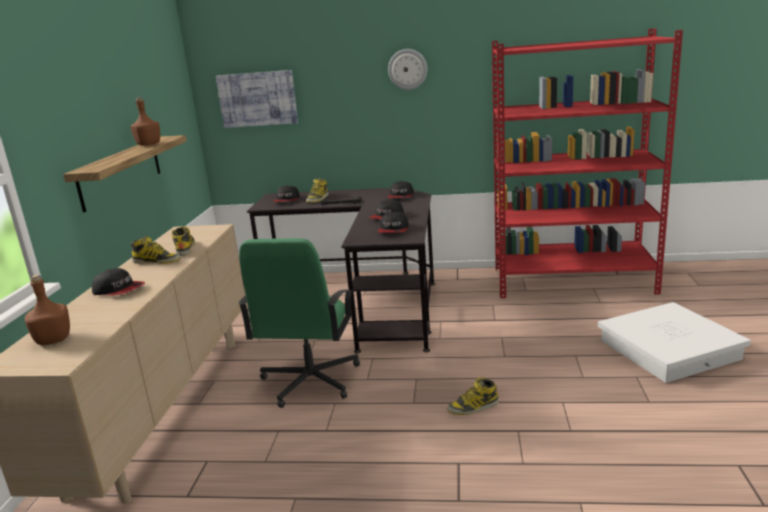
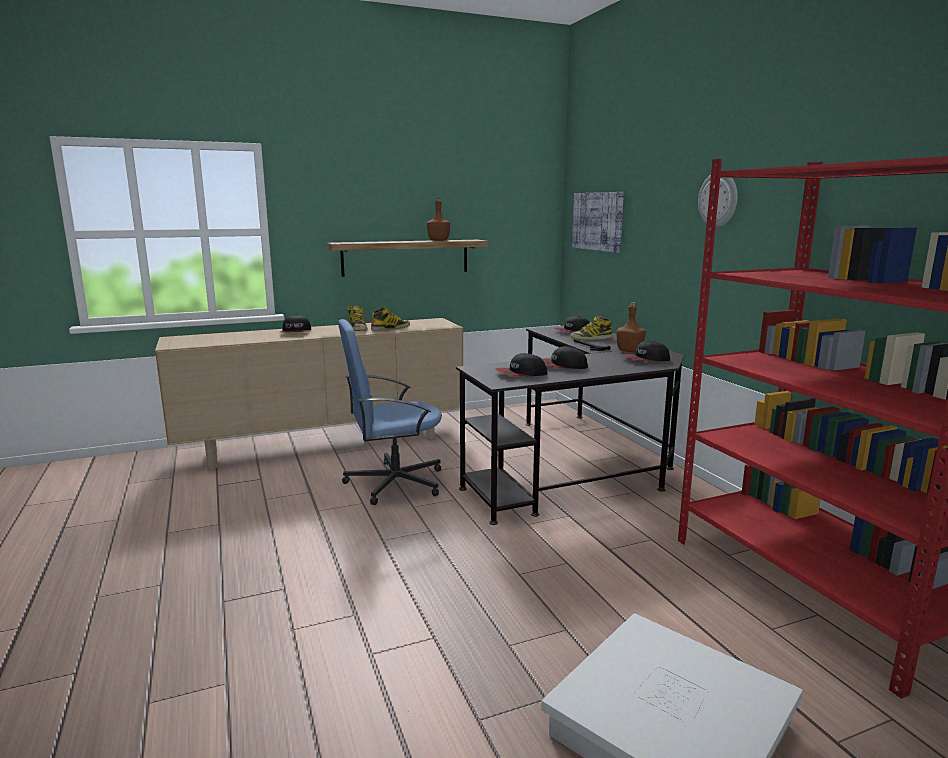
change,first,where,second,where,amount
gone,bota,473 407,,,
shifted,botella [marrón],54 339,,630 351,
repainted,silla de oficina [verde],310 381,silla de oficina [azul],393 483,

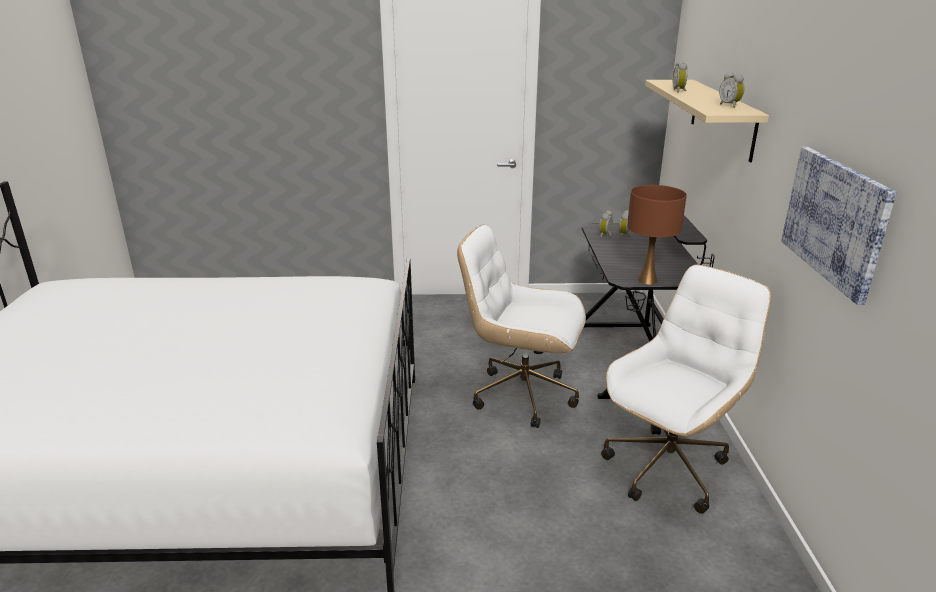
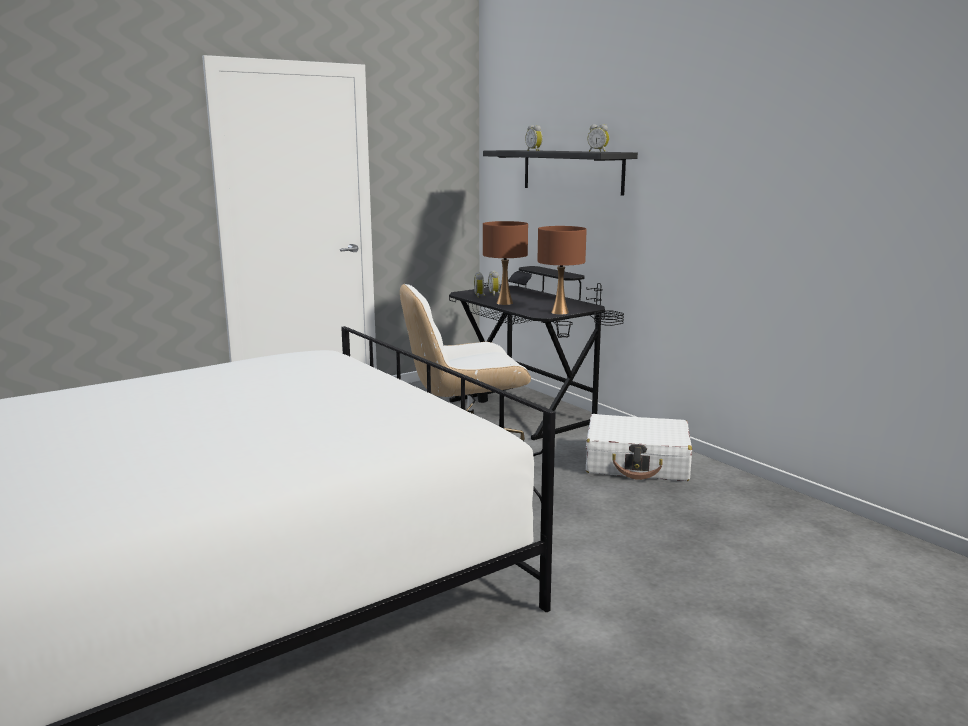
change,first,where,second,where,amount
gone,cuadro,835 220,,,
new,,,lámpara de mesa [marrón],504 303,
swapped,silla de oficina [blanco],669 467,maleta [blanco],637 463,
repainted,estante [beis],722 118,estante [negro],572 171,

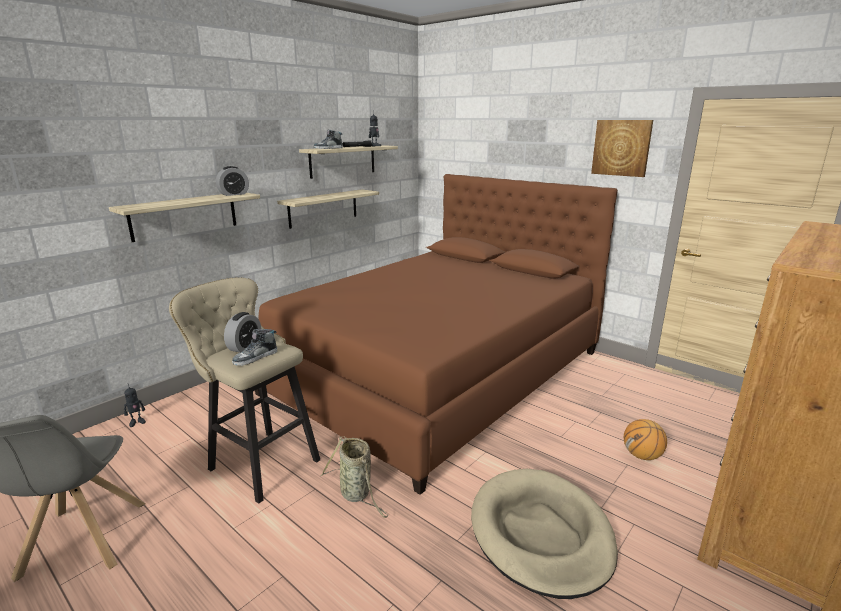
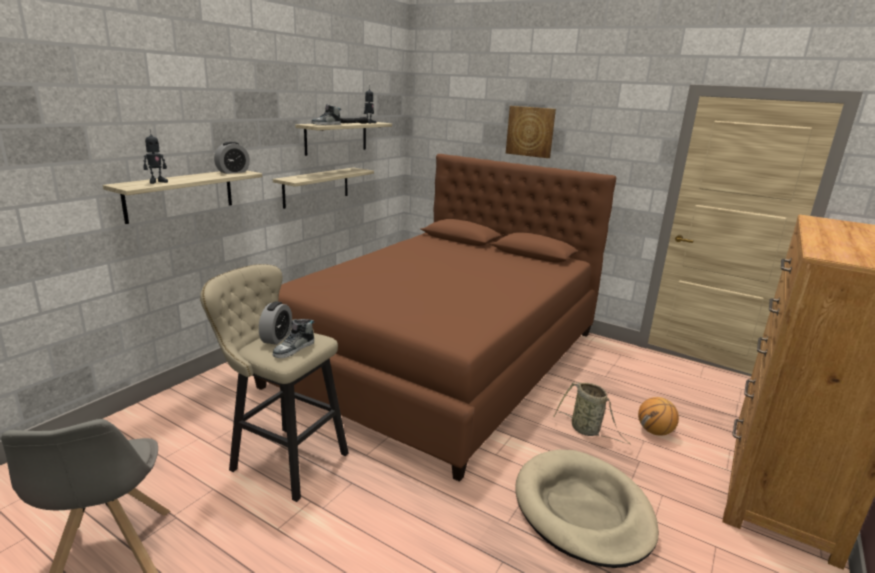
change,first,where,second,where,amount
shifted,robot de juguete,137 422,,157 182,
shifted,cesta,357 494,,587 430,
shifted,cuadro,621 148,,530 131,

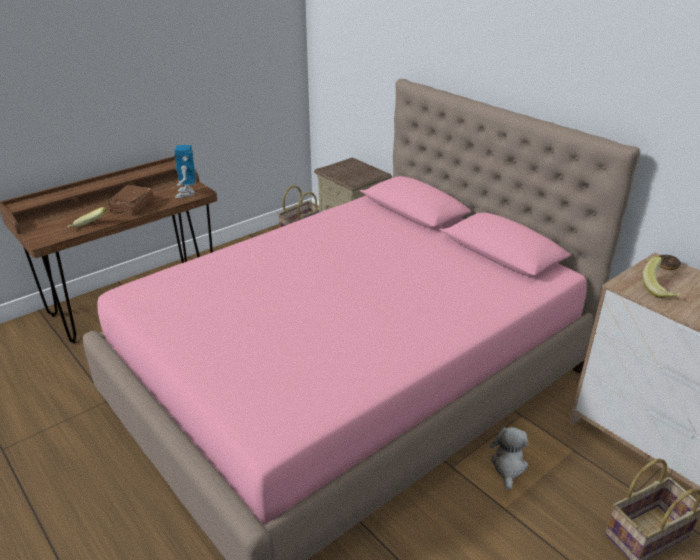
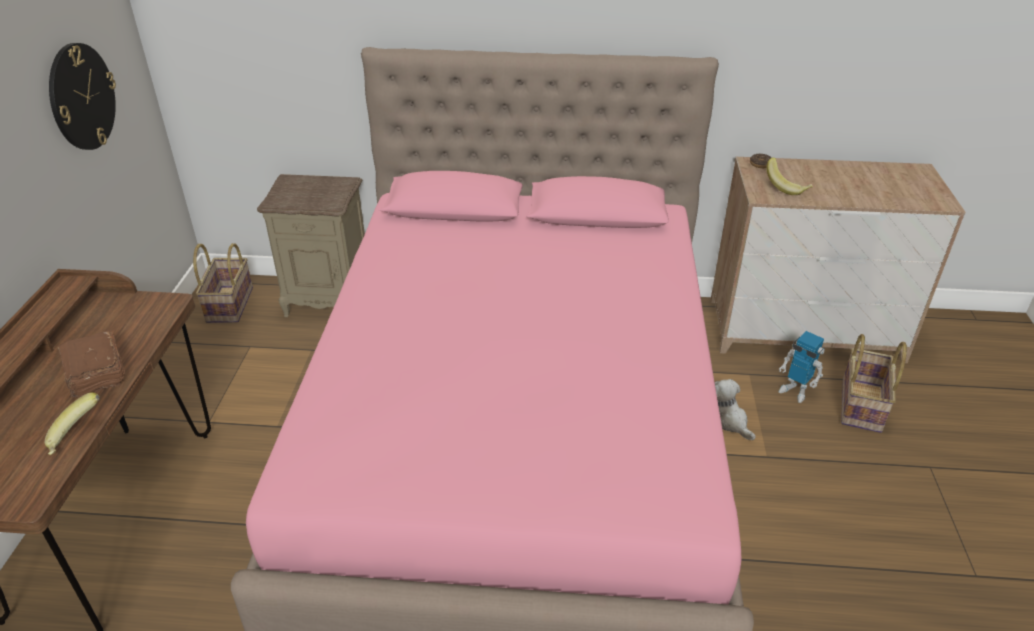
change,first,where,second,where,amount
new,,,reloj de pared,82 97,
shifted,robot de juguete,187 193,,795 390,

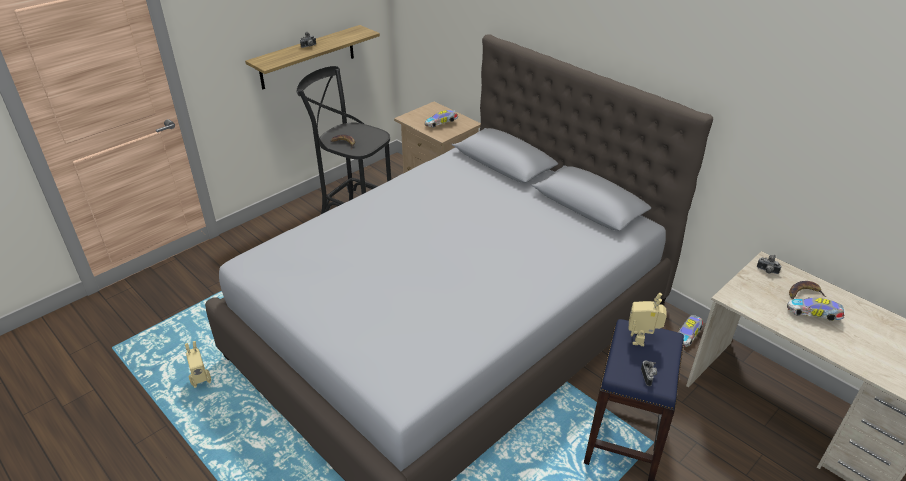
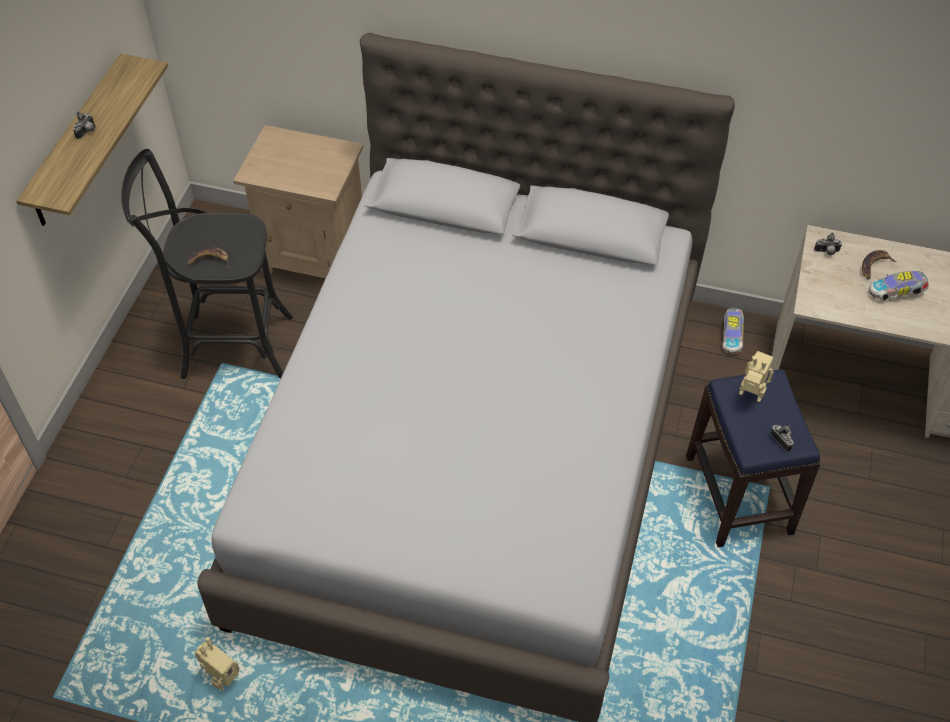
change,first,where,second,where,amount
gone,coche de juguete,441 124,,,
rotated,robot de juguete,642 339,,750 396,135 degrees clockwise

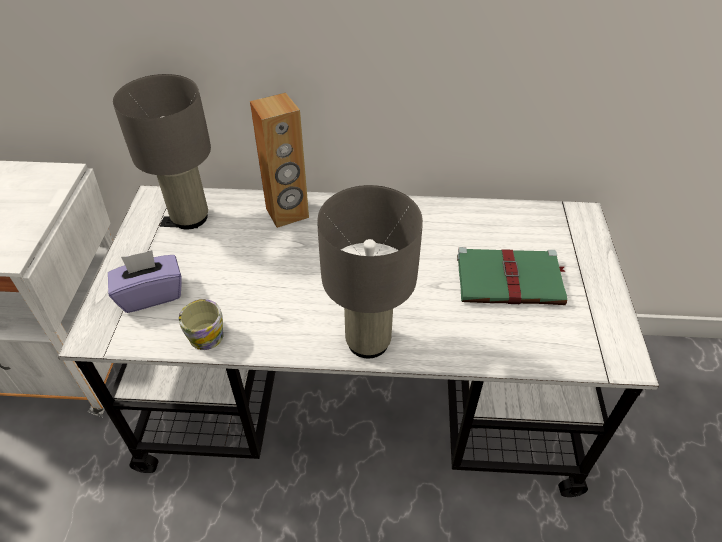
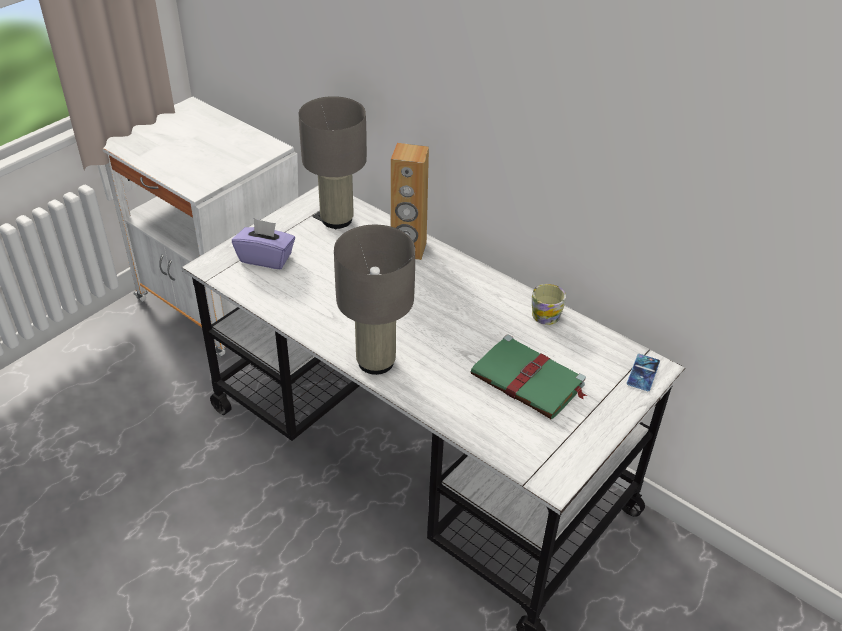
change,first,where,second,where,amount
new,,,móvil,643 373,
shifted,taza grande,206 332,,547 313,

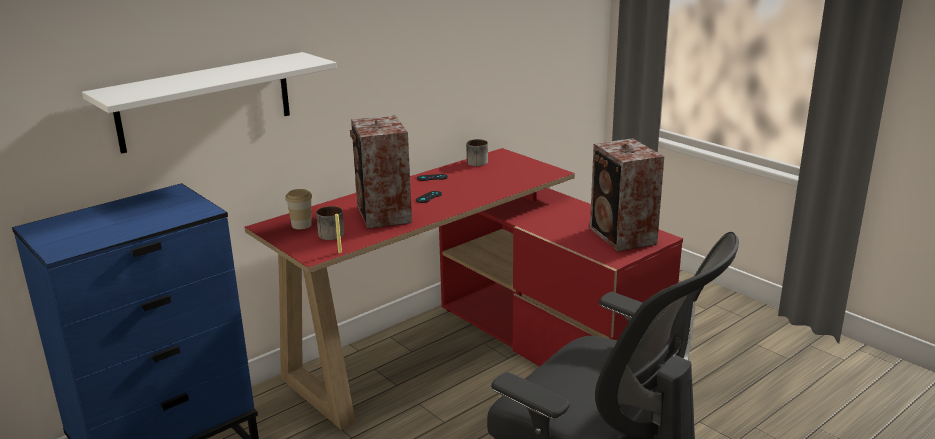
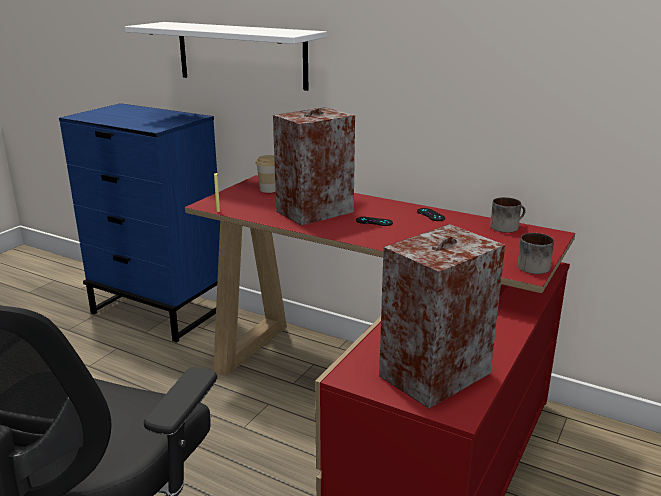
change,first,where,second,where,amount
shifted,taza grande,329 233,,534 265,

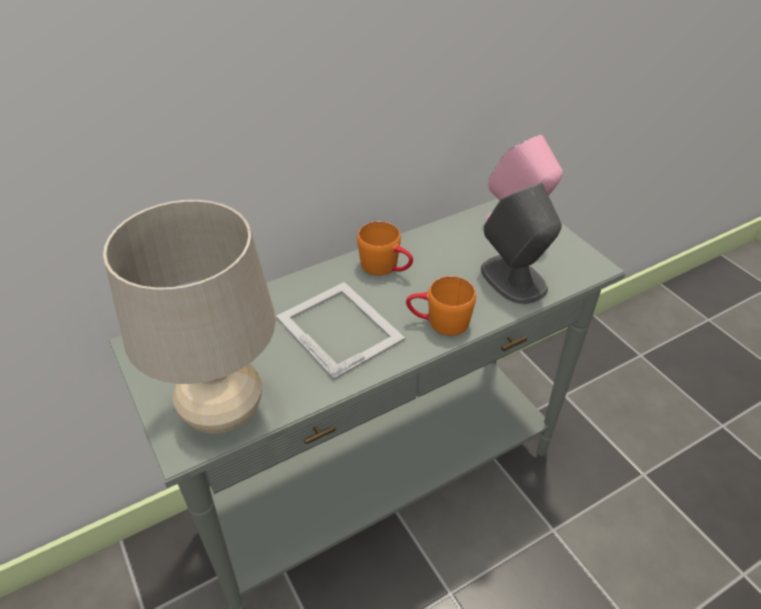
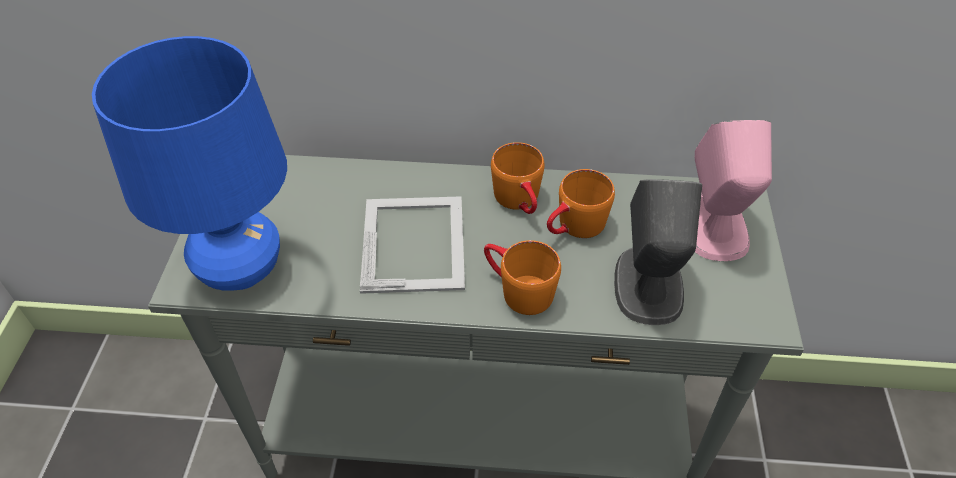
change,first,where,second,where,amount
new,,,taza grande [naranja],574 228,
repainted,lámpara de mesa [beis],223 413,lámpara de mesa [azul],241 271,

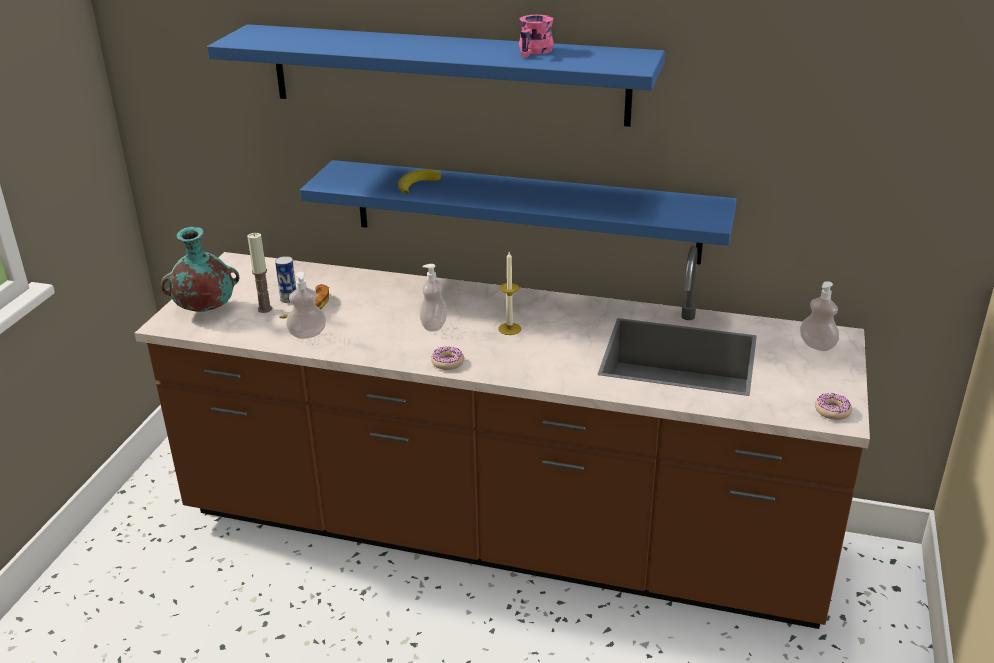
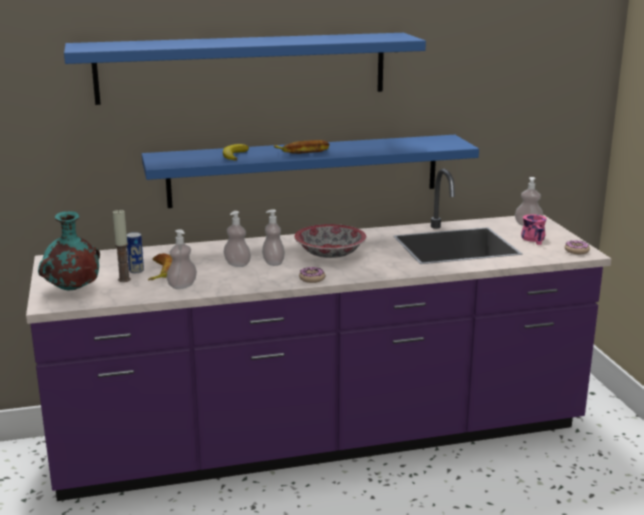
change,first,where,second,where,amount
new,,,dispensador de jabón,237 264,
new,,,plátano,303 151,
shifted,taza grande [rosa],536 51,,535 239,
swapped,vela,509 329,cuenco,329 254,
repainted,mueble bajo de cocina [marrón],500 534,mueble bajo de cocina [morado],321 440,

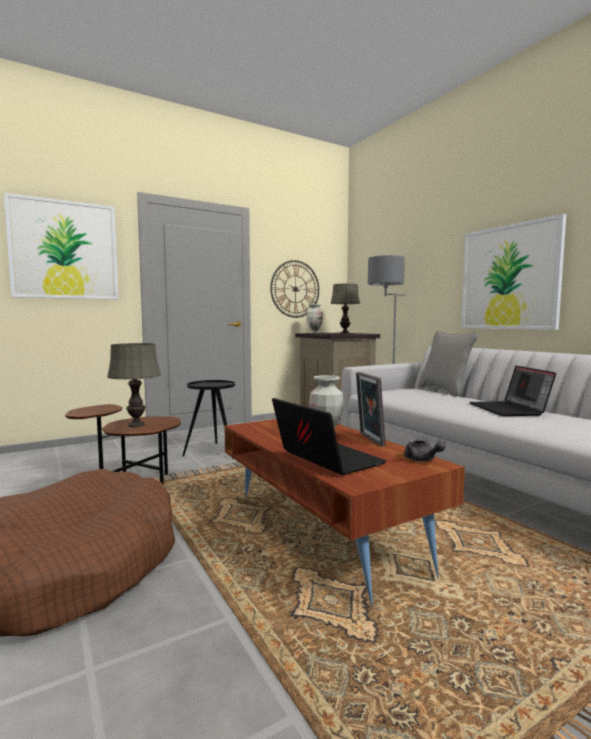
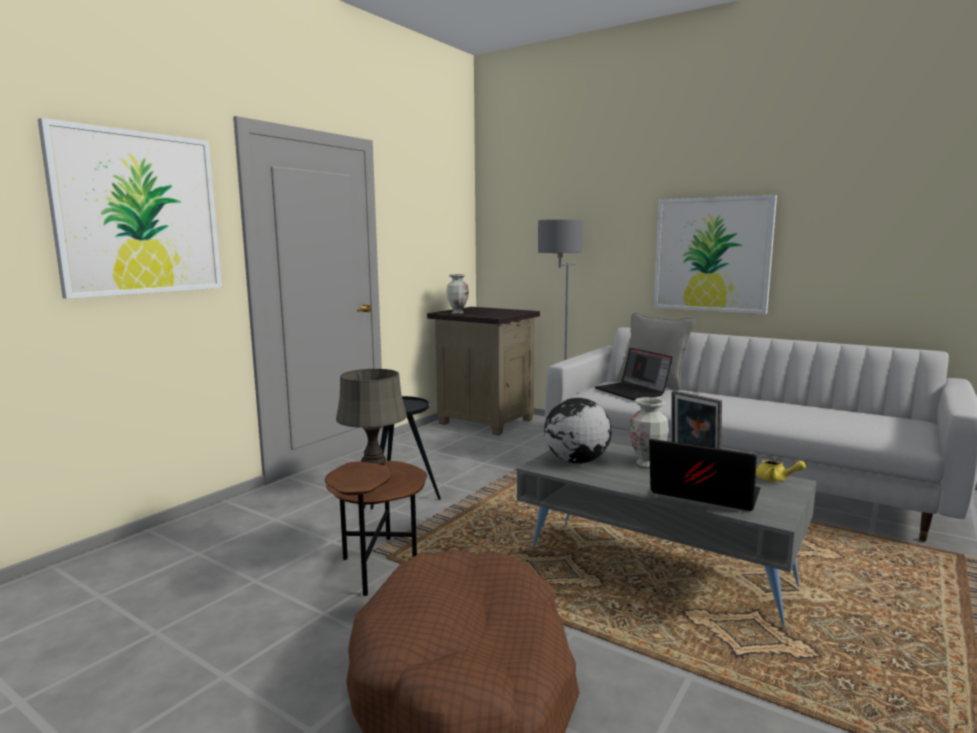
change,first,where,second,where,amount
gone,reloj de pared,295 289,,,
gone,lámpara de mesa [gris],345 333,,,
new,,,globo terráqueo,576 461,
shifted,portátil,510 410,,632 392,
repainted,mesa de centro [marrón],325 532,mesa de centro [gris],658 568,
repainted,tetera [gris],422 460,tetera [amarillo],776 479,

